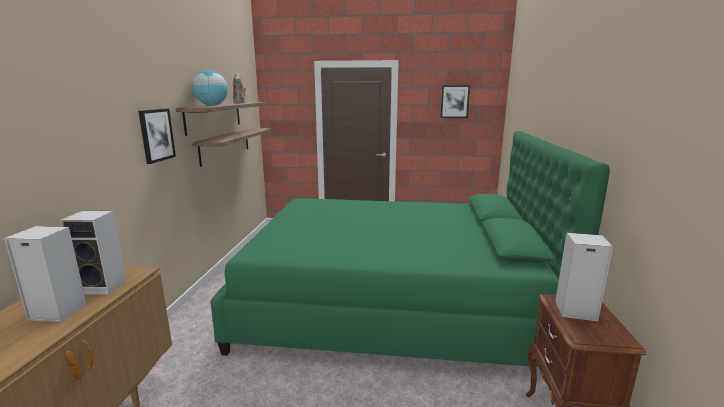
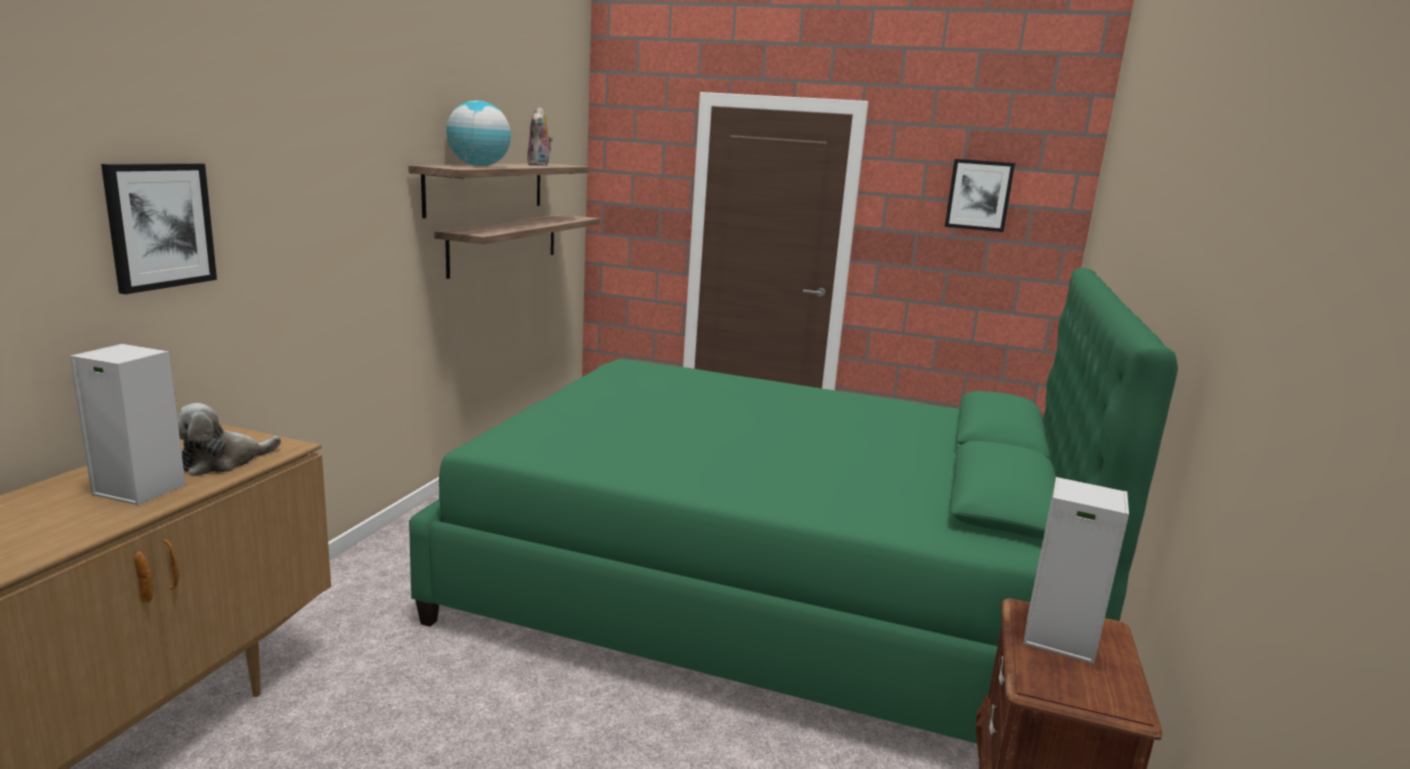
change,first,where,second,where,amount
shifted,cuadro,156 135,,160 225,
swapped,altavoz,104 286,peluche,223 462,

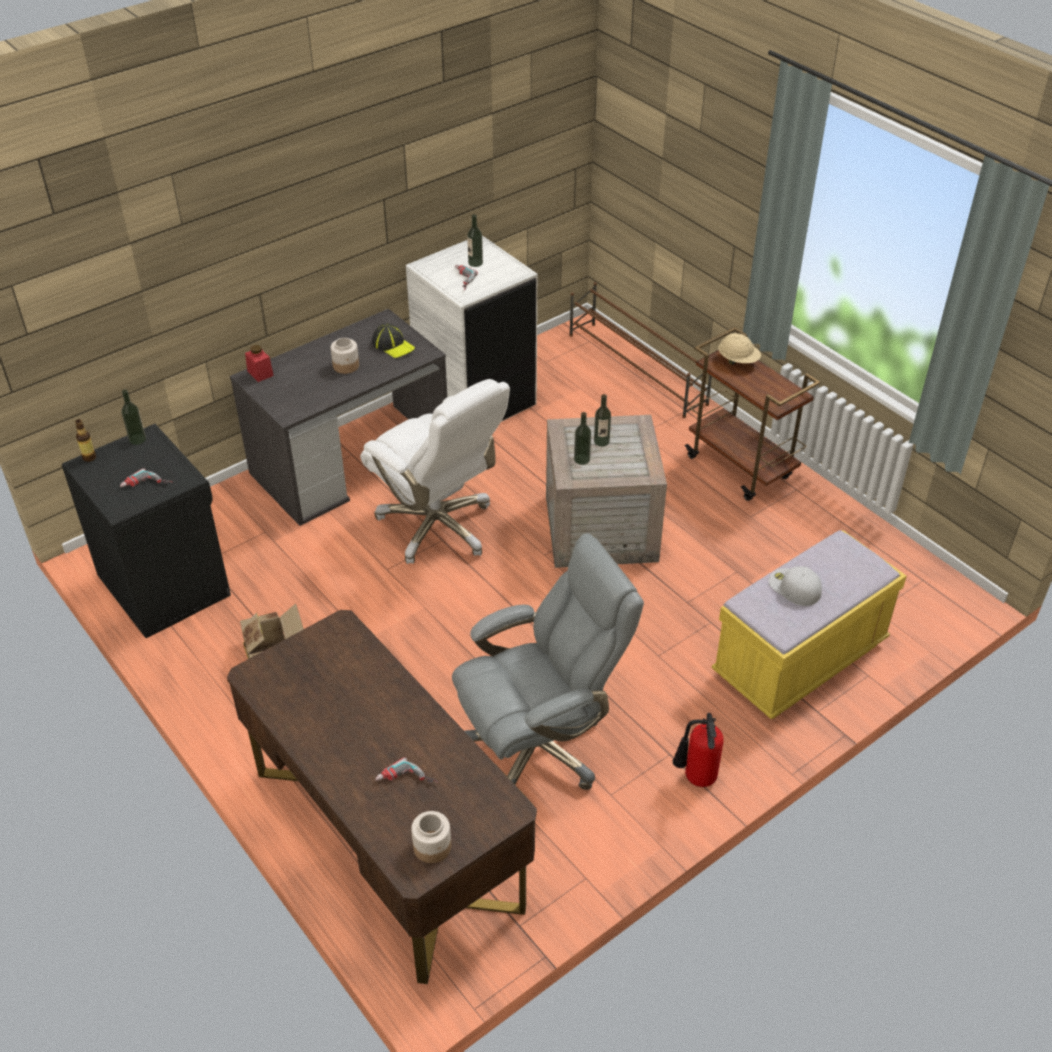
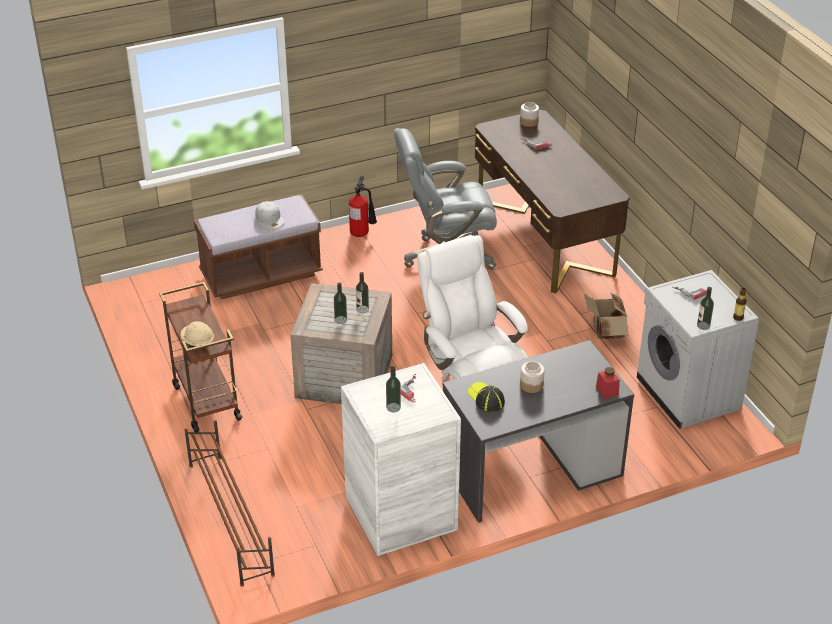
change,first,where,second,where,amount
repainted,lavadora [negro],166 584,lavadora [blanco],686 394,
repainted,banco [amarillo],799 660,banco [marrón],261 275,

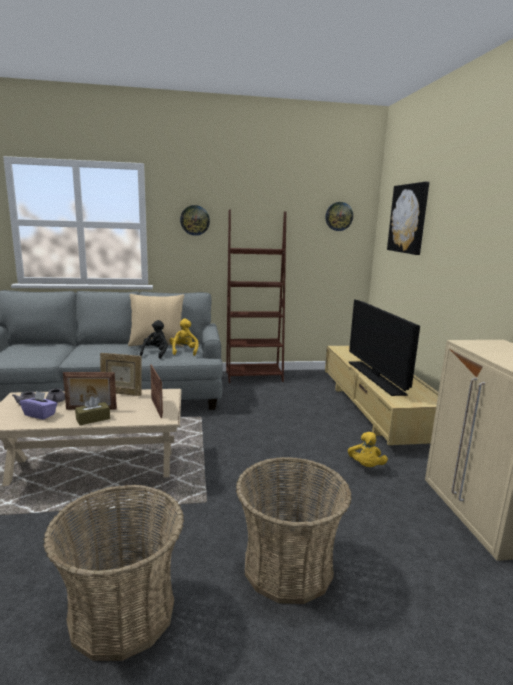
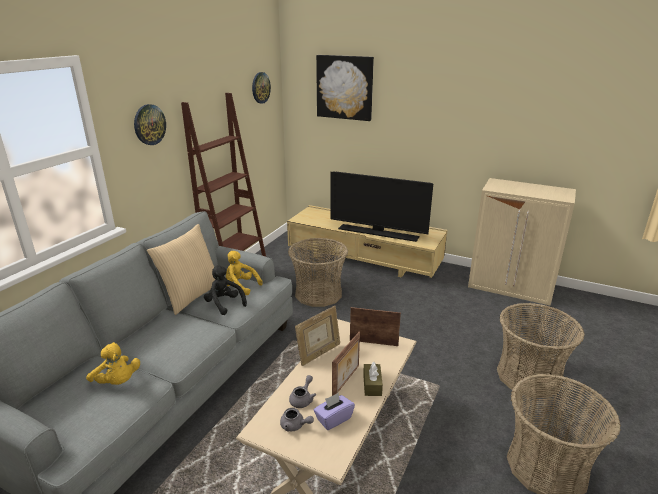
change,first,where,second,where,amount
new,,,cesta,318 294,
shifted,peluche [amarillo],366 466,,117 382,

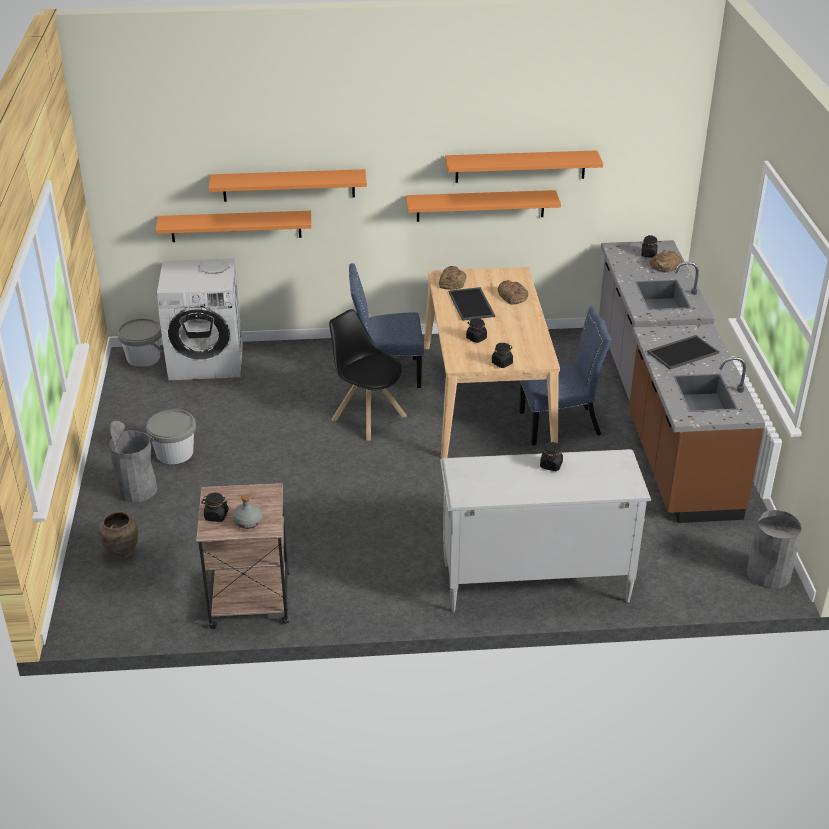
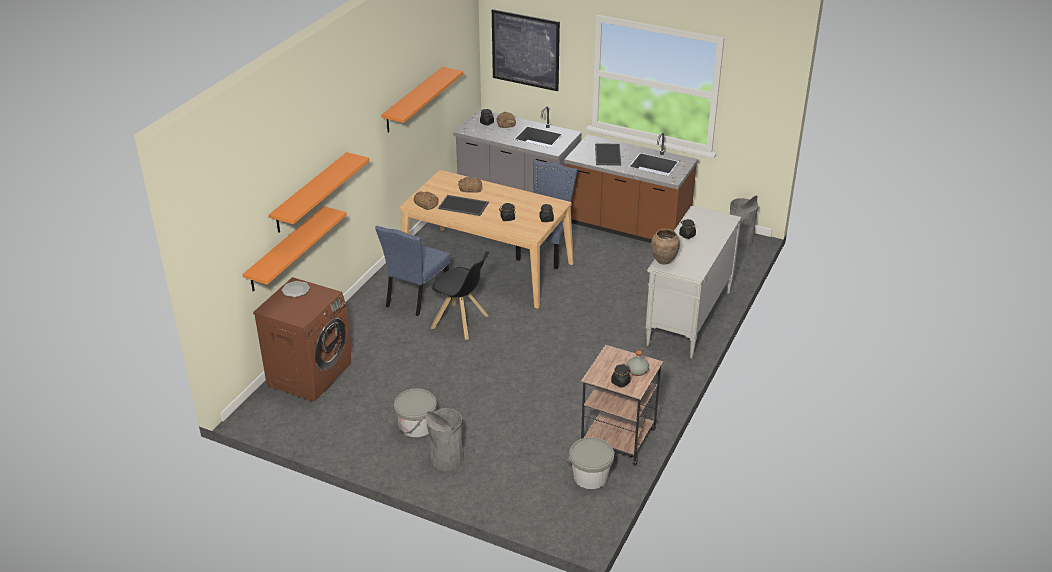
change,first,where,second,where,amount
gone,estante [naranja],480 205,,,
new,,,cuadro,525 50,
shifted,florero [marrón],123 553,,664 260,
shifted,cubo [gris],143 358,,590 477,
repainted,lavadora [blanco],207 364,lavadora [marrón],310 375,
rotated,silla [negro],367 417,,461 322,135 degrees counterclockwise

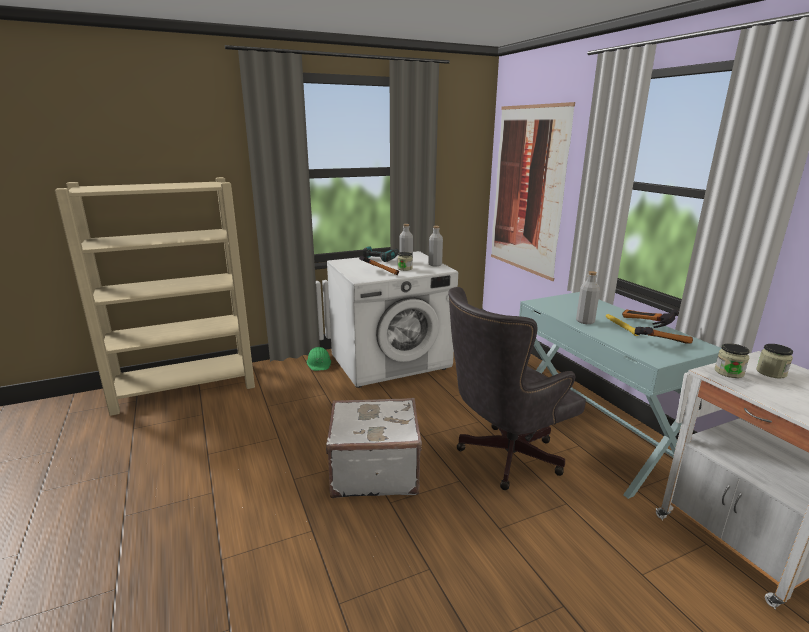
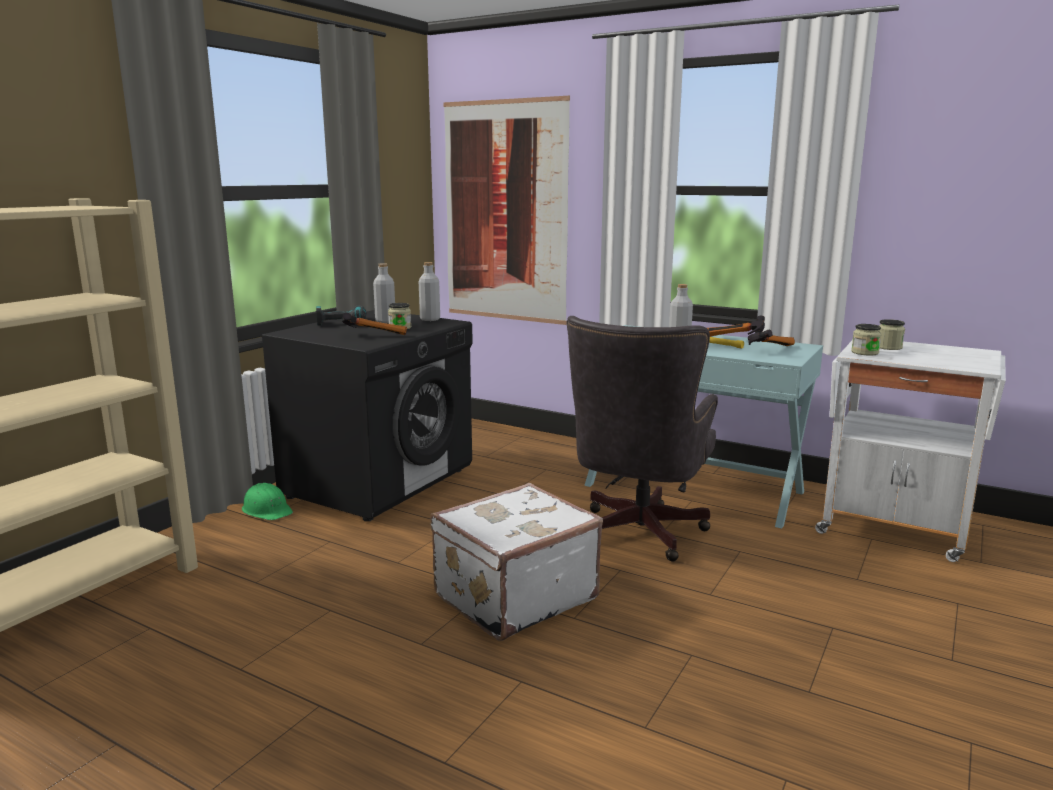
change,first,where,second,where,amount
repainted,lavadora [blanco],392 364,lavadora [negro],382 483,

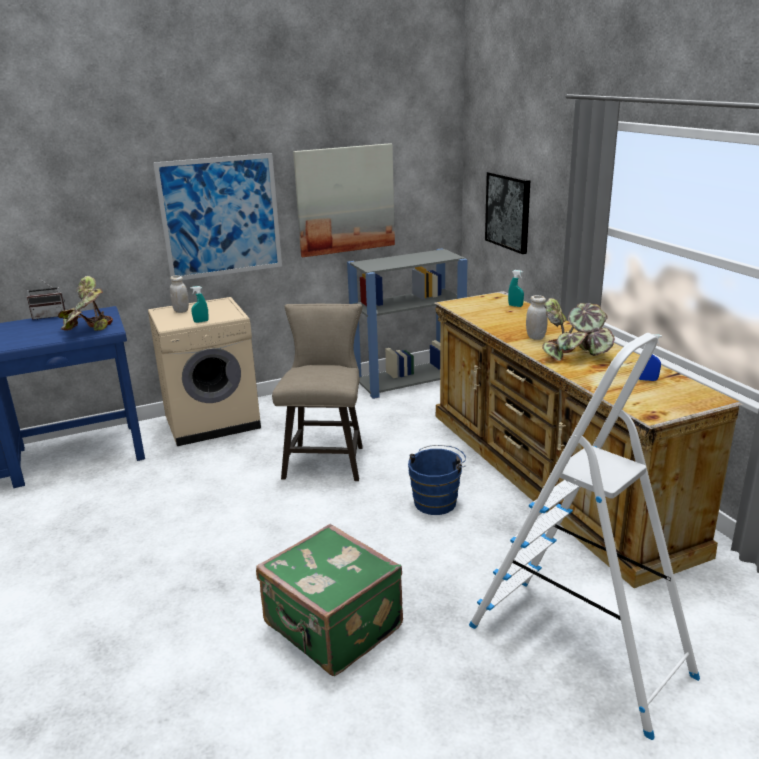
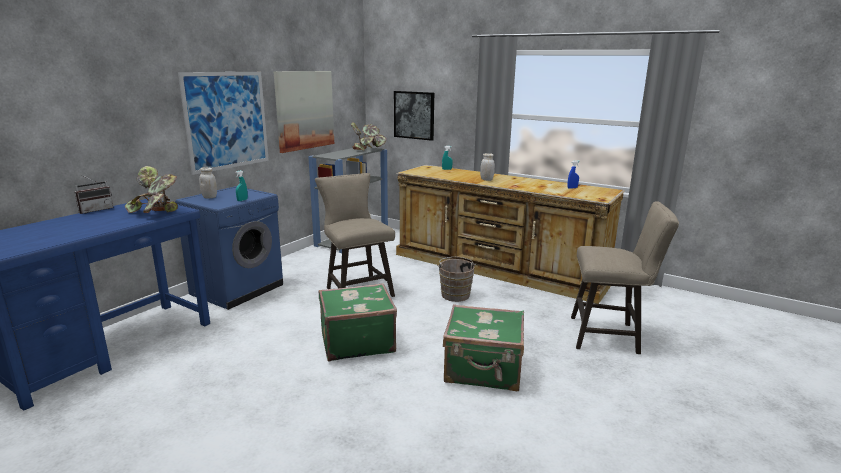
change,first,where,second,where,amount
new,,,maleta [verde],356 341,
shifted,planta en maceta,574 354,,367 149,
swapped,escalera de tijera [blanco],577 650,taburete [beis],610 336,
repainted,lavadora [beis],213 423,lavadora [azul],239 290,
repainted,cubo [azul],437 501,cubo [marrón],455 294,

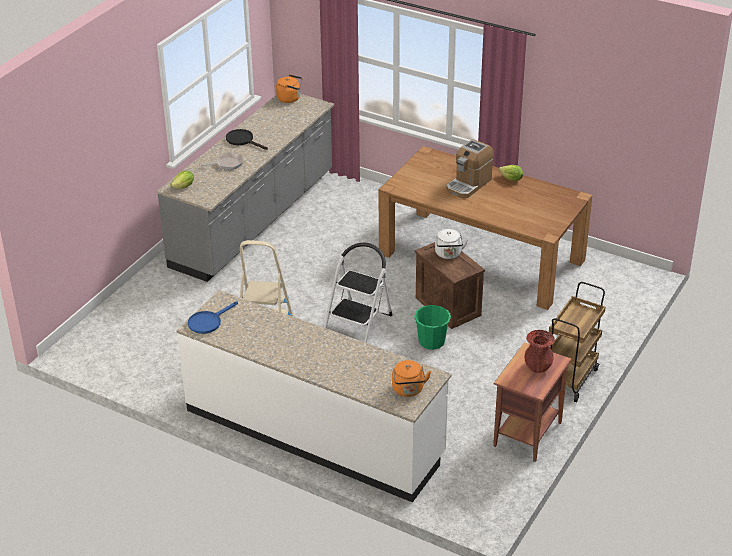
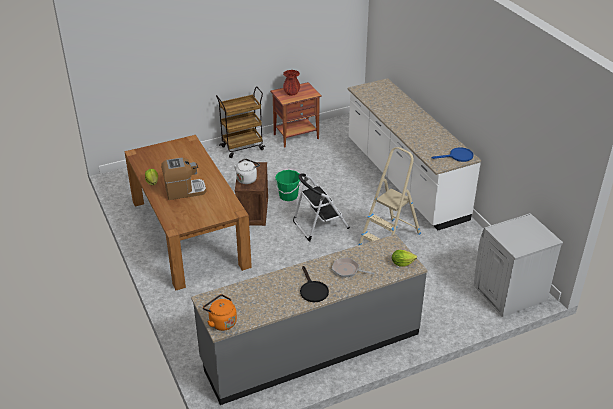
change,first,where,second,where,amount
gone,hervidor [naranja],408 390,,,
new,,,lavadora [blanco],509 294,

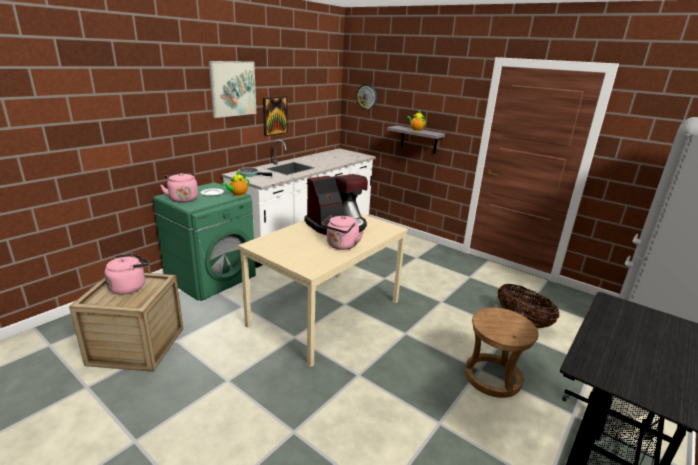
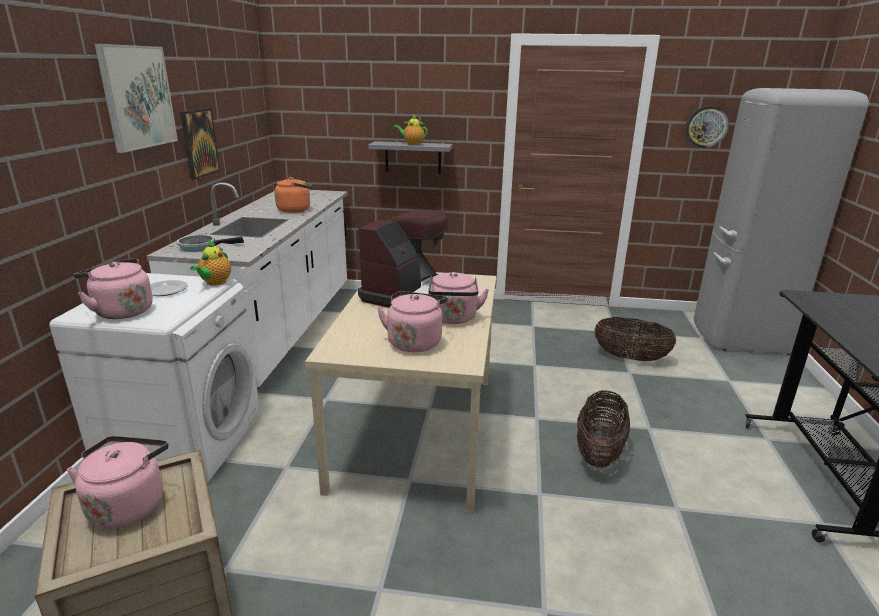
change,first,where,second,where,amount
gone,taburete [marrón],492 377,,,
new,,,hervidor [naranja],296 210,
new,,,hervidor [rosa],415 341,
new,,,cesta,599 452,
shifted,reloj de pared,366 96,,706 126,
repainted,lavadora [verde],213 277,lavadora [blanco],187 440,

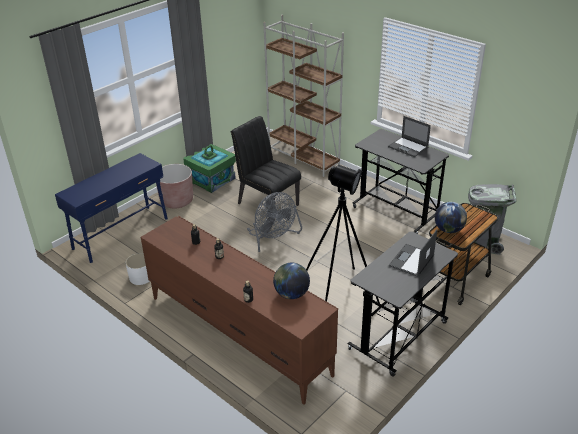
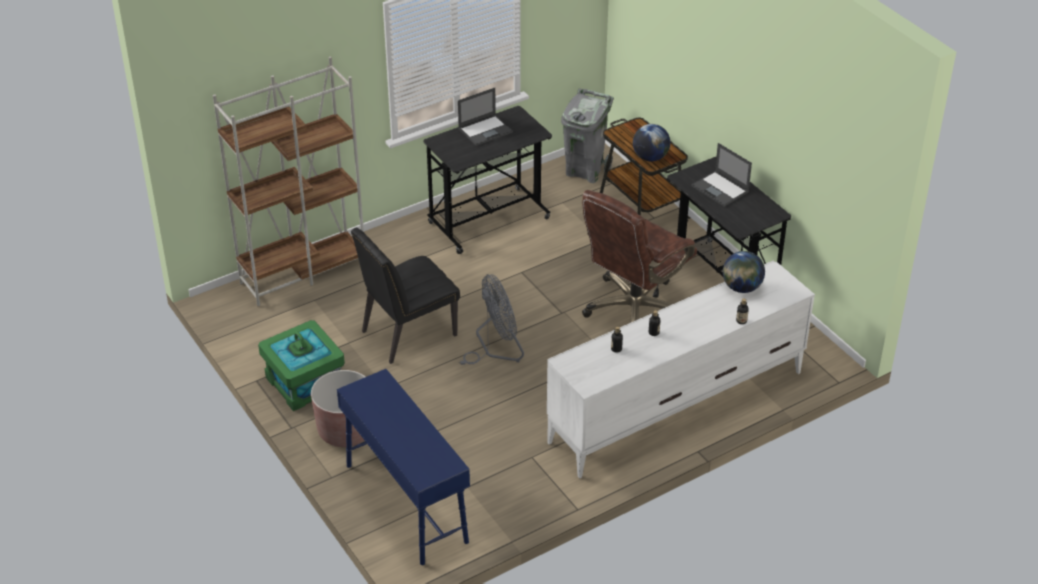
change,first,where,second,where,amount
gone,maceta [blanco],140 277,,,
swapped,lámpara de pie [negro],339 294,silla de oficina [marrón],634 308,
repainted,armario [marrón],237 334,armario [blanco],676 408,

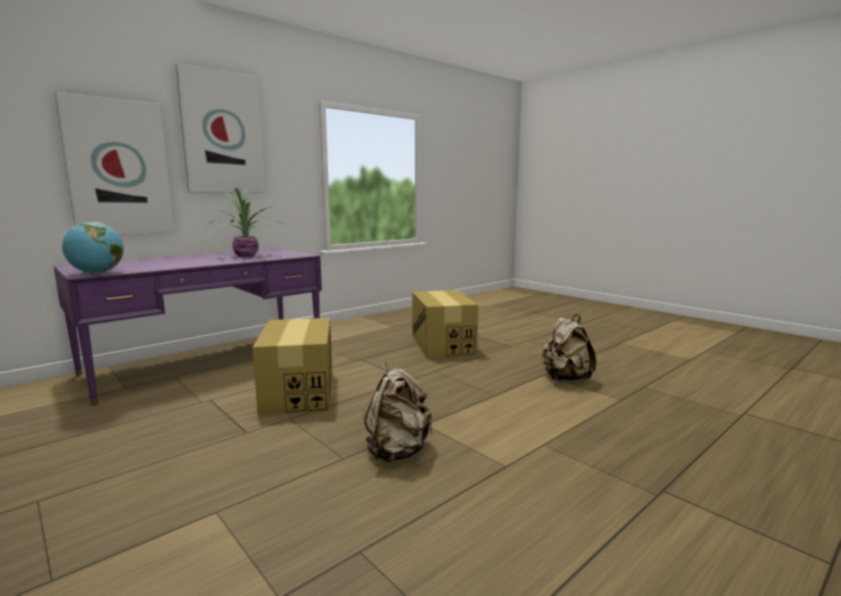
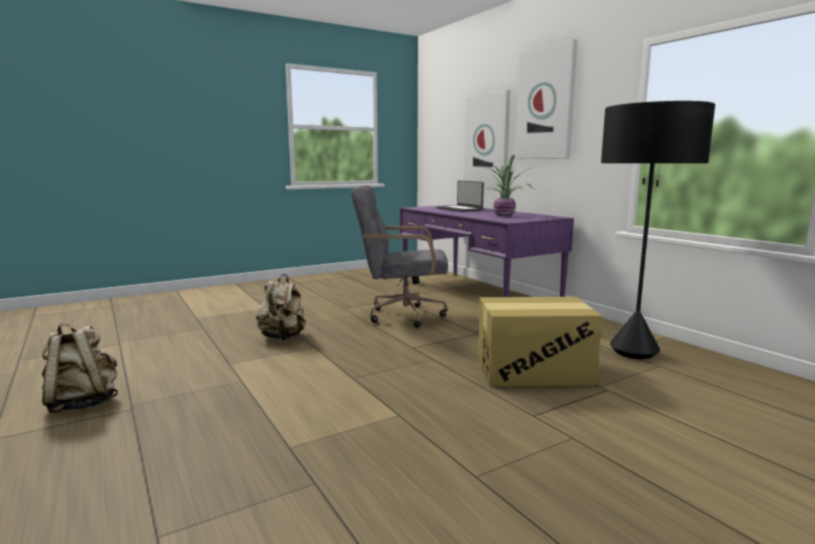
change,first,where,second,where,amount
gone,globo terráqueo,97 273,,,
new,,,portátil,459 209,
new,,,lámpara de pie [negro],634 352,
shifted,mochila [beis],565 379,,83 403,
swapped,caja de cartón,298 392,silla de oficina [gris],401 316,

